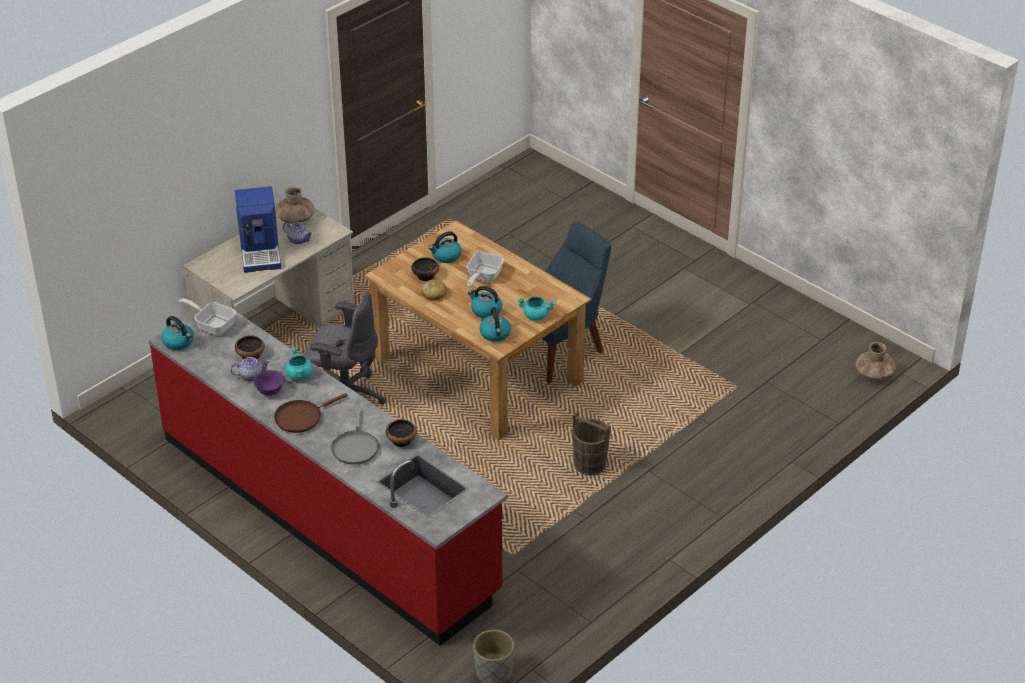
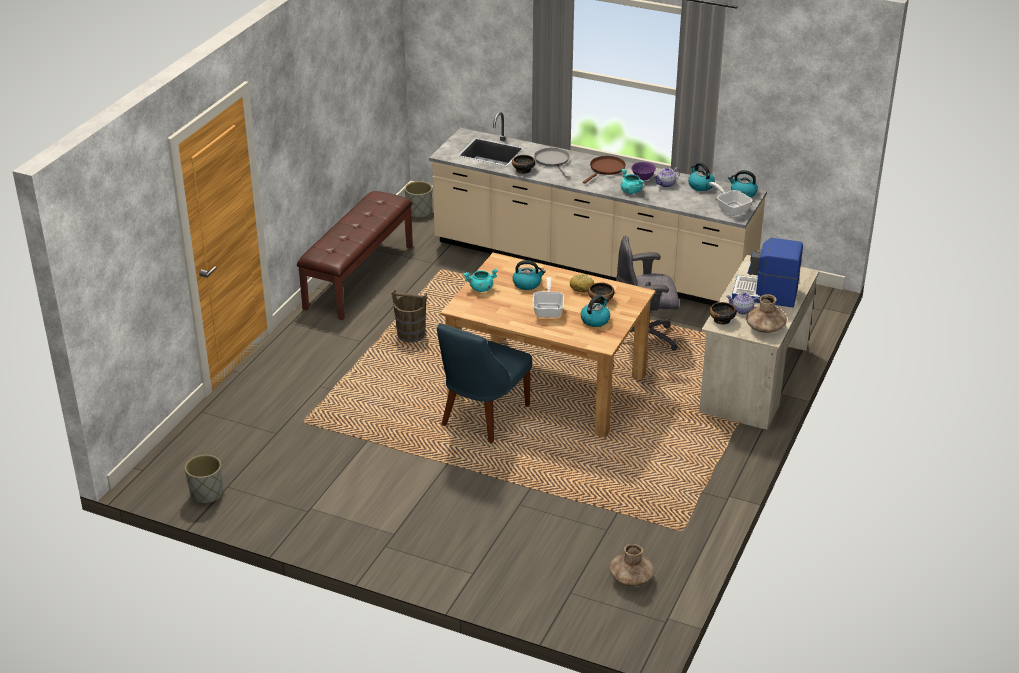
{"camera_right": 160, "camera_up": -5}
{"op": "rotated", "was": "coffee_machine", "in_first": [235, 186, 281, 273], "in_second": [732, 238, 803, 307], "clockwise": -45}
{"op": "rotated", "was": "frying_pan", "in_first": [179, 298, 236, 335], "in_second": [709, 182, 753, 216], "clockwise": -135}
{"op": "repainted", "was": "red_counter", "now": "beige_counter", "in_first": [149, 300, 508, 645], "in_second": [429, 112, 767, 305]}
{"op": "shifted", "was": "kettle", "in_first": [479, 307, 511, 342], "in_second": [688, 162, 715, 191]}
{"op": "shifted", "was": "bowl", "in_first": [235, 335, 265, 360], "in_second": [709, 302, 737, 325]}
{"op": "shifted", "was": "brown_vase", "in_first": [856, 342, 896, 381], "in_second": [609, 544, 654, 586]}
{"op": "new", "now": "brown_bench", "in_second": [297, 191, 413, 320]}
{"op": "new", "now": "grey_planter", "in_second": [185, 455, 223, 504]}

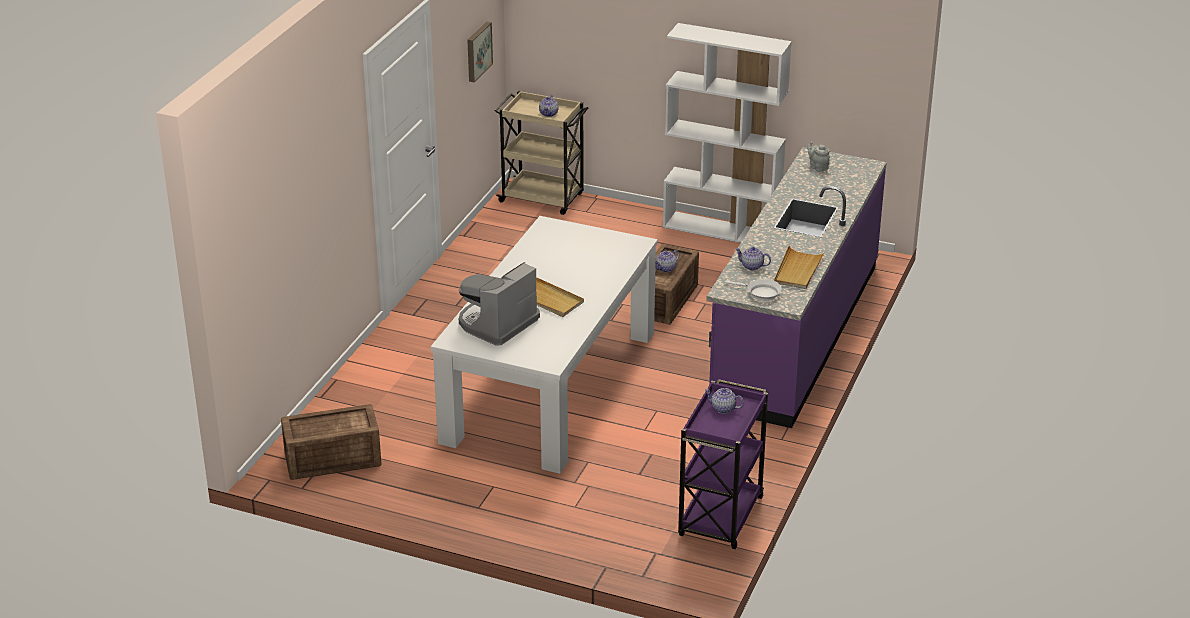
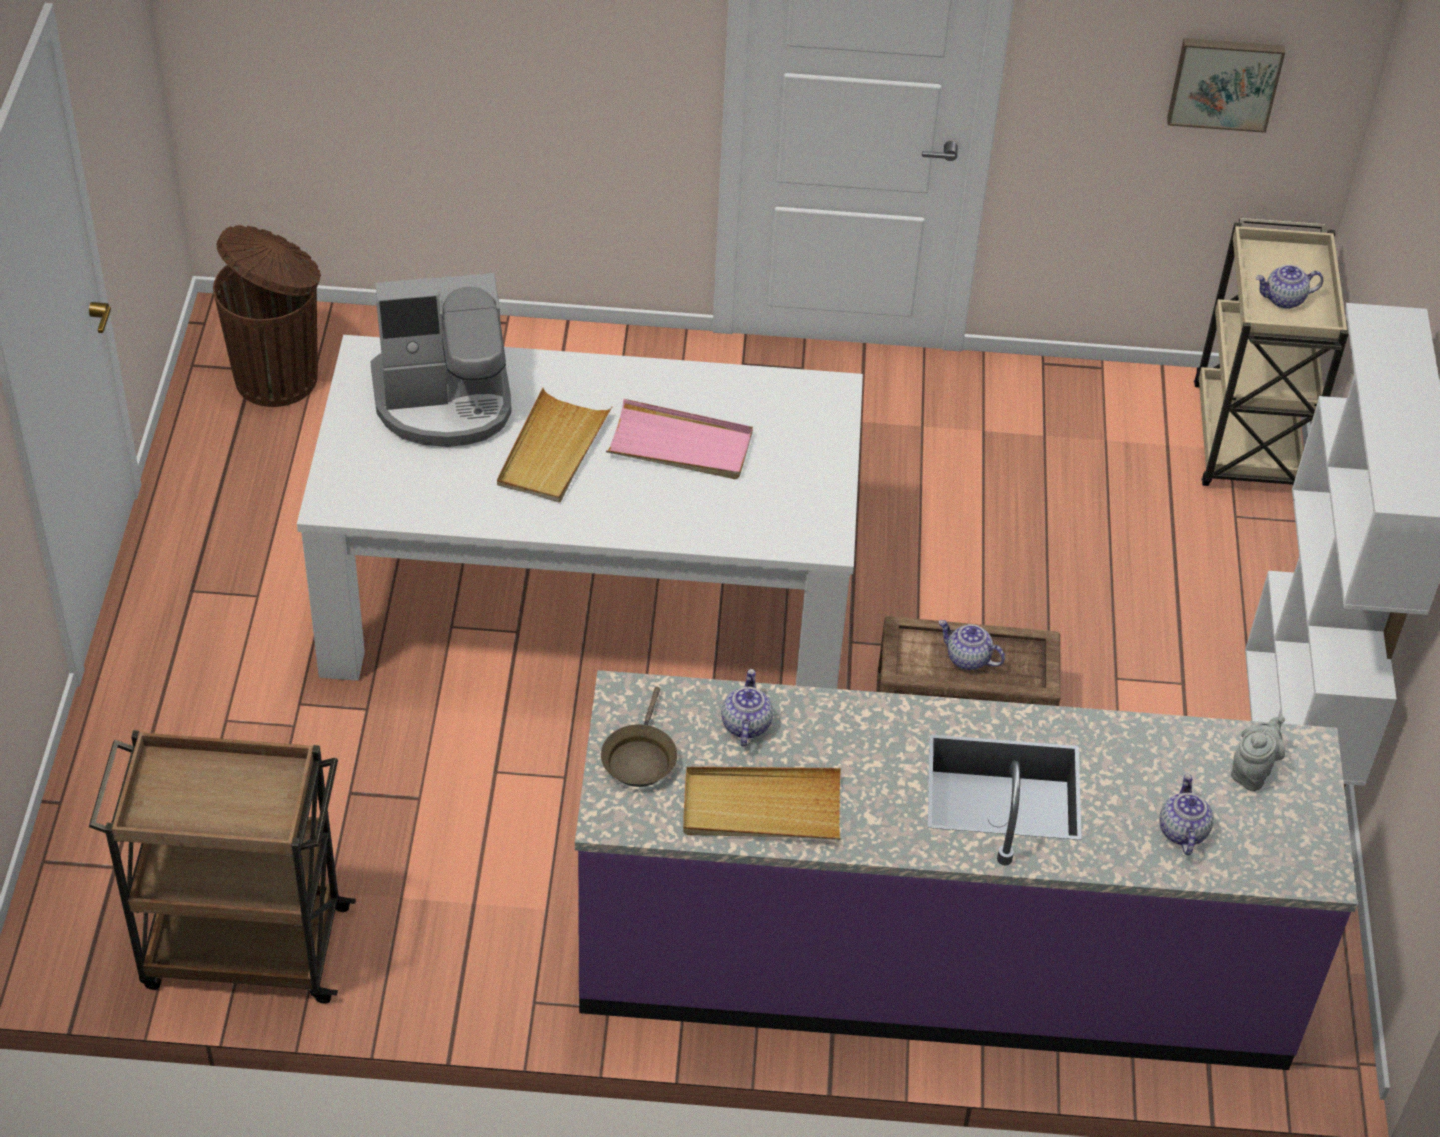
{"camera_right": 70, "camera_up": 15}
{"op": "rotated", "was": "coffee_machine", "in_first": [459, 262, 540, 346], "in_second": [370, 273, 512, 447], "clockwise": 150}
{"op": "repainted", "was": "white_frying_pan", "now": "brown_frying_pan", "in_first": [725, 279, 782, 301], "in_second": [601, 686, 677, 787]}
{"op": "repainted", "was": "purple_cart", "now": "brown_cart", "in_first": [678, 379, 768, 549], "in_second": [89, 730, 356, 1004]}
{"op": "shifted", "was": "teapot", "in_first": [705, 388, 744, 414], "in_second": [1159, 774, 1214, 855]}
{"op": "swapped", "was": "crate", "now": "brown_trash_can", "in_first": [281, 404, 382, 480], "in_second": [213, 225, 321, 407]}
{"op": "new", "now": "pink_tray", "in_second": [606, 399, 753, 479]}

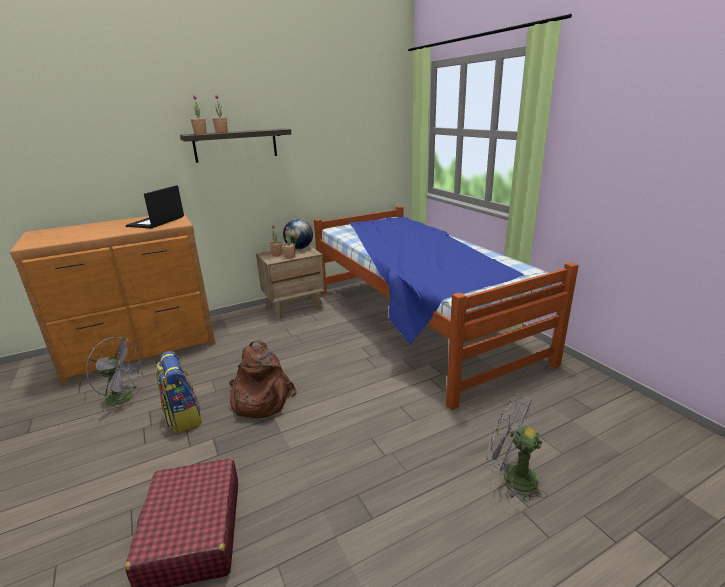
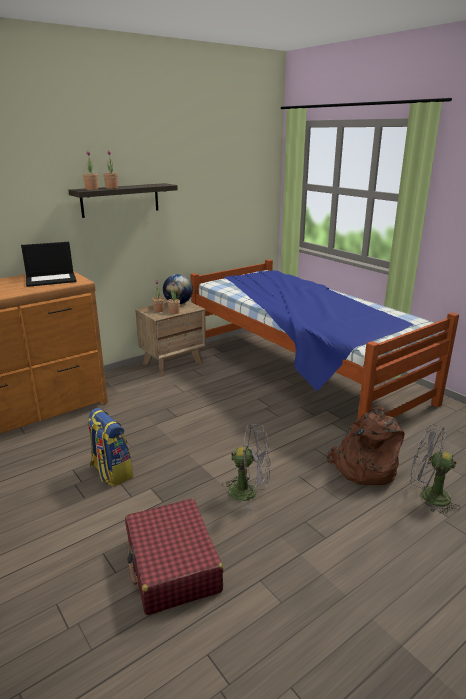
{"camera_right": -10, "camera_up": 0}
{"op": "rotated", "was": "laptop", "in_first": [126, 185, 184, 228], "in_second": [21, 242, 77, 287], "clockwise": -120}
{"op": "shifted", "was": "grey_fan", "in_first": [86, 337, 145, 413], "in_second": [223, 424, 270, 510]}
{"op": "shifted", "was": "brown_backpack", "in_first": [229, 340, 297, 418], "in_second": [327, 407, 405, 485]}

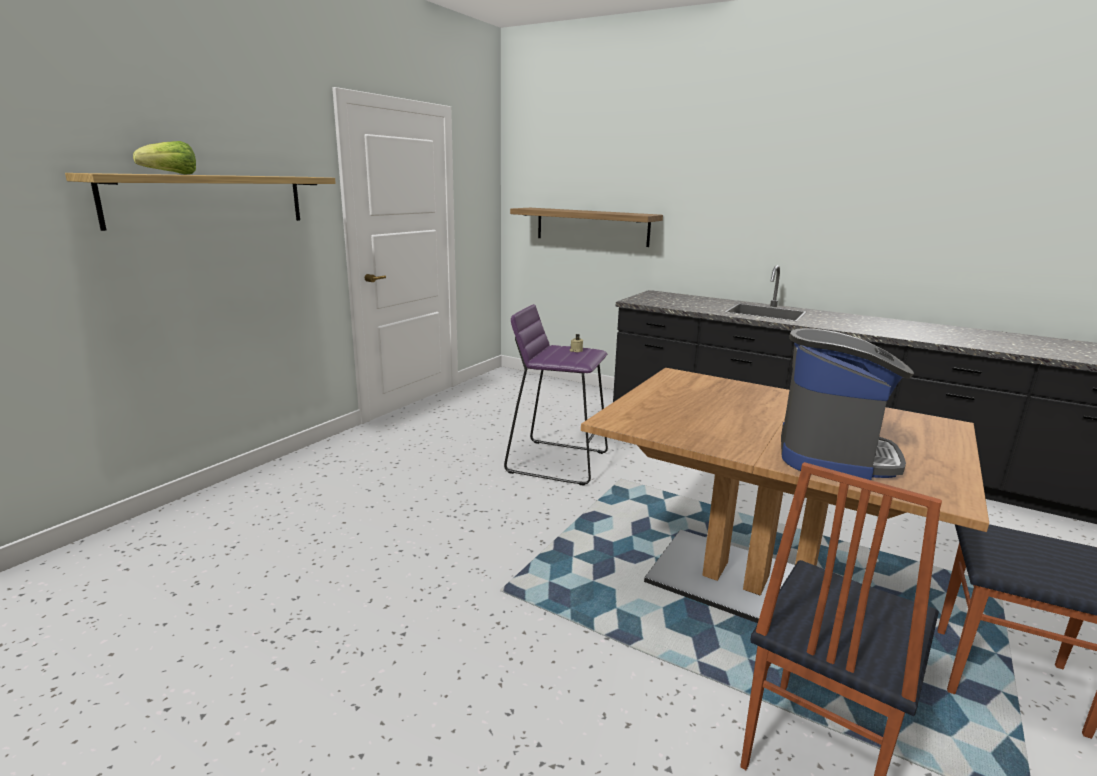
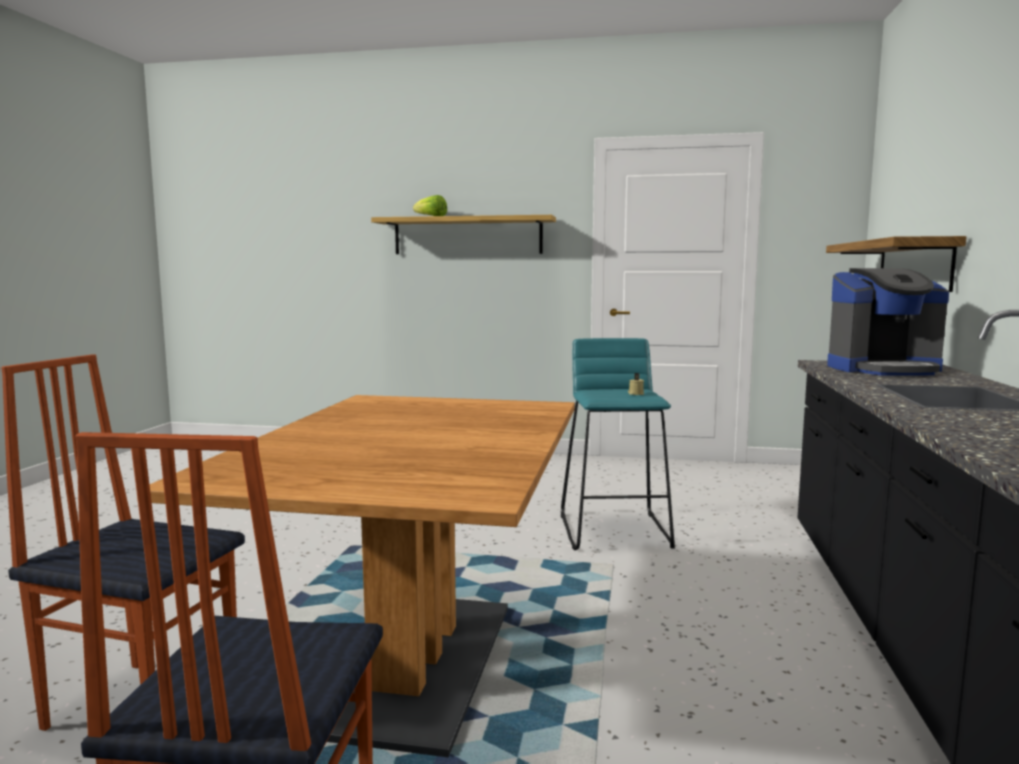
{"camera_right": 70, "camera_up": -10}
{"op": "repainted", "was": "purple_stool", "now": "turquoise_stool", "in_first": [504, 304, 608, 486], "in_second": [561, 338, 675, 550]}
{"op": "shifted", "was": "coffee_machine", "in_first": [781, 328, 914, 480], "in_second": [827, 268, 949, 376]}

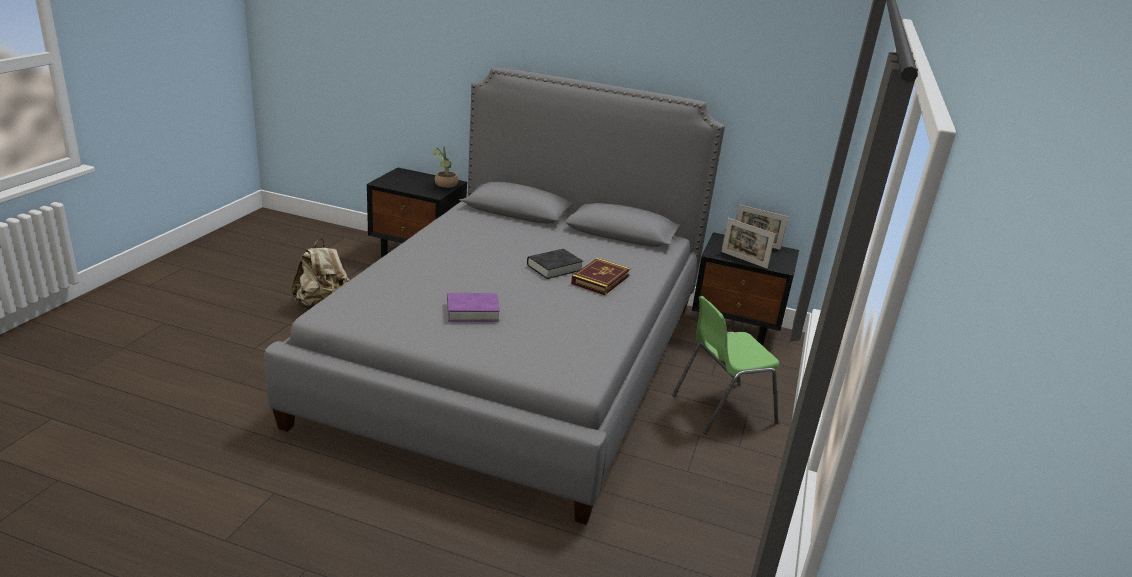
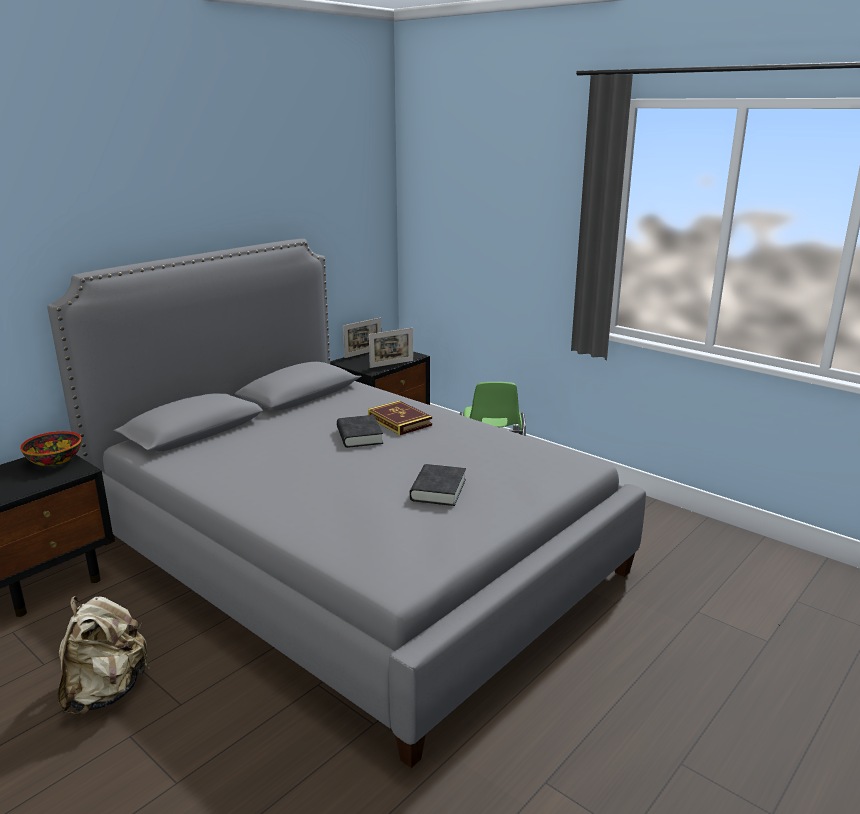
{"camera_right": -65, "camera_up": -5}
{"op": "swapped", "was": "potted_plant", "now": "bowl", "in_first": [432, 146, 459, 188], "in_second": [20, 431, 82, 466]}
{"op": "repainted", "was": "purple_book", "now": "black_book", "in_first": [447, 293, 500, 321], "in_second": [409, 464, 466, 506]}

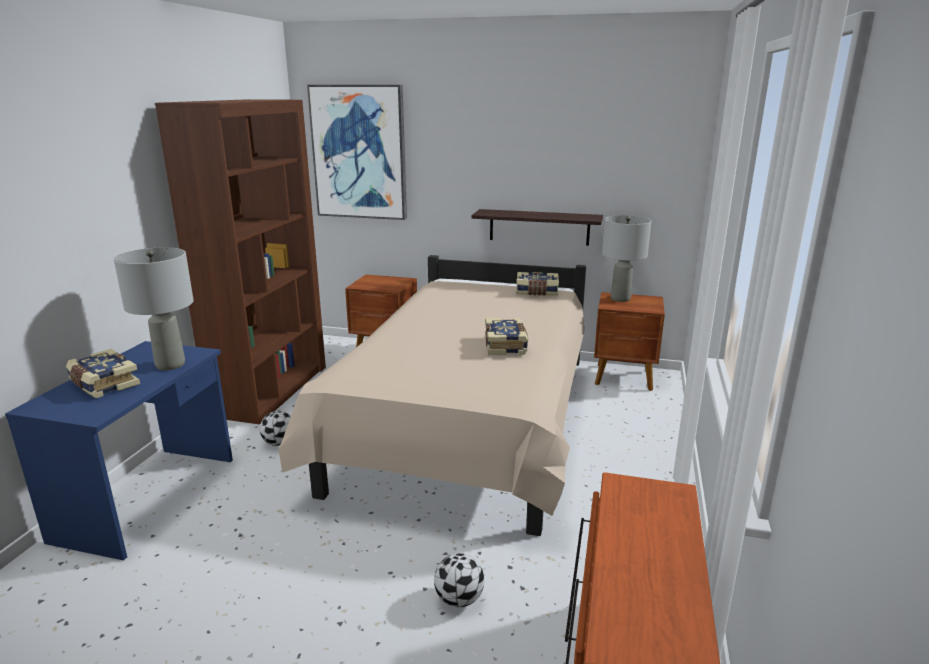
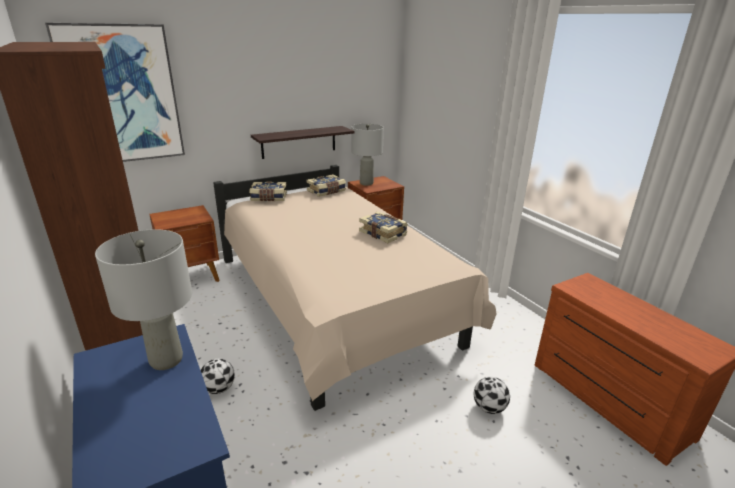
{"camera_right": -45, "camera_up": 5}
{"op": "shifted", "was": "book", "in_first": [66, 349, 140, 398], "in_second": [249, 182, 287, 201]}

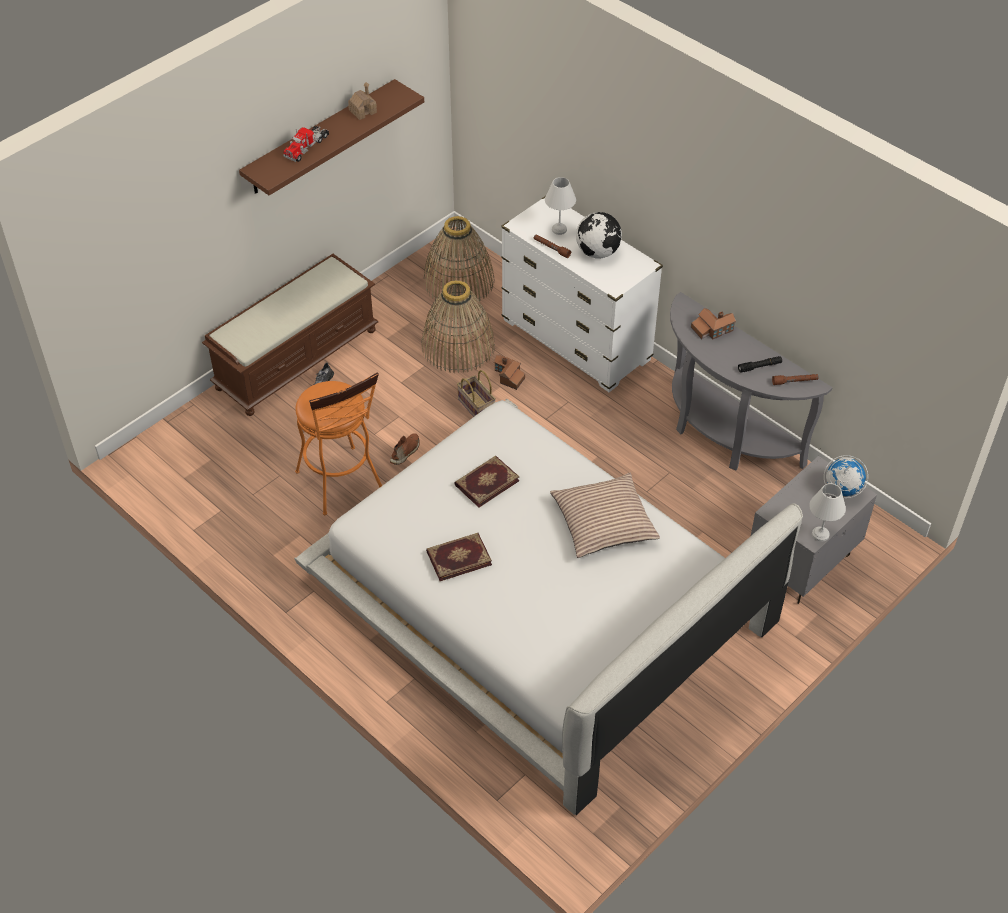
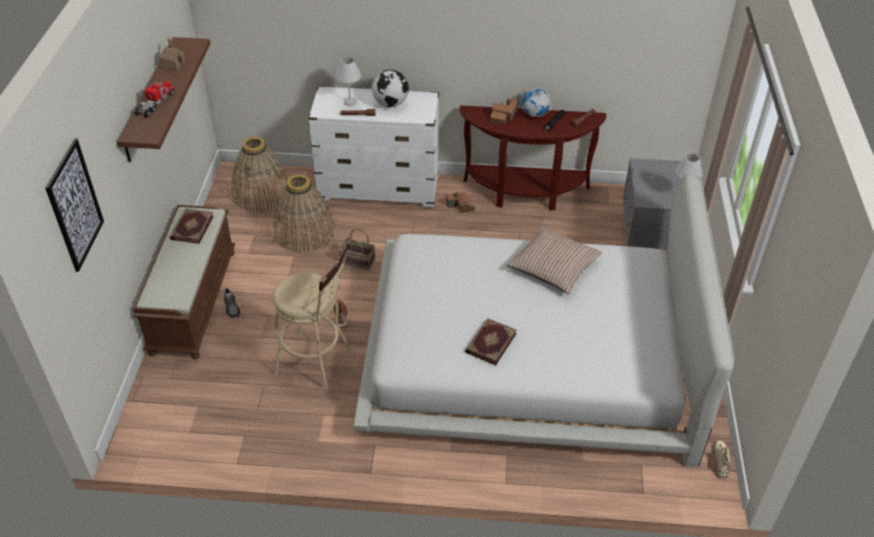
{"camera_right": -40, "camera_up": -5}
{"op": "rotated", "was": "toy_truck", "in_first": [283, 125, 329, 162], "in_second": [134, 81, 175, 118], "clockwise": -150}
{"op": "repainted", "was": "grey_console_table", "now": "brown_console_table", "in_first": [670, 292, 832, 471], "in_second": [459, 106, 606, 211]}
{"op": "shifted", "was": "toy_house", "in_first": [494, 355, 525, 390], "in_second": [446, 192, 475, 213]}
{"op": "repainted", "was": "orange_stool", "now": "beige_stool", "in_first": [295, 372, 382, 515], "in_second": [273, 237, 351, 391]}
{"op": "shifted", "was": "globe", "in_first": [824, 455, 868, 498], "in_second": [521, 87, 552, 117]}
{"op": "shifted", "was": "book", "in_first": [454, 456, 520, 508], "in_second": [170, 209, 214, 244]}
{"op": "new", "now": "picture", "in_second": [45, 138, 104, 272]}
{"op": "new", "now": "beige_shoe", "in_second": [714, 440, 730, 478]}

